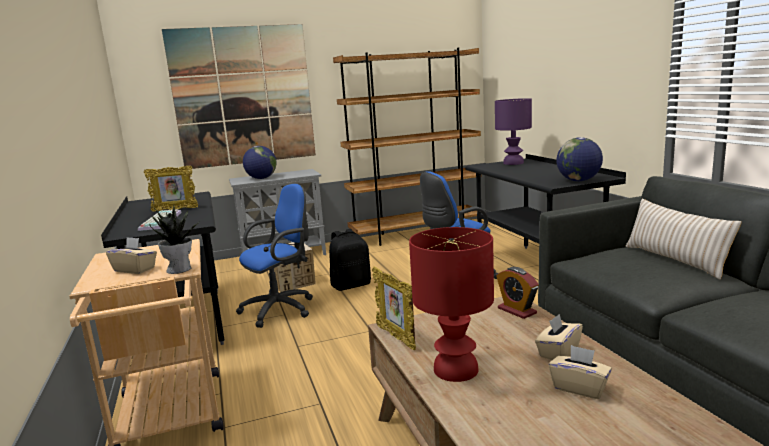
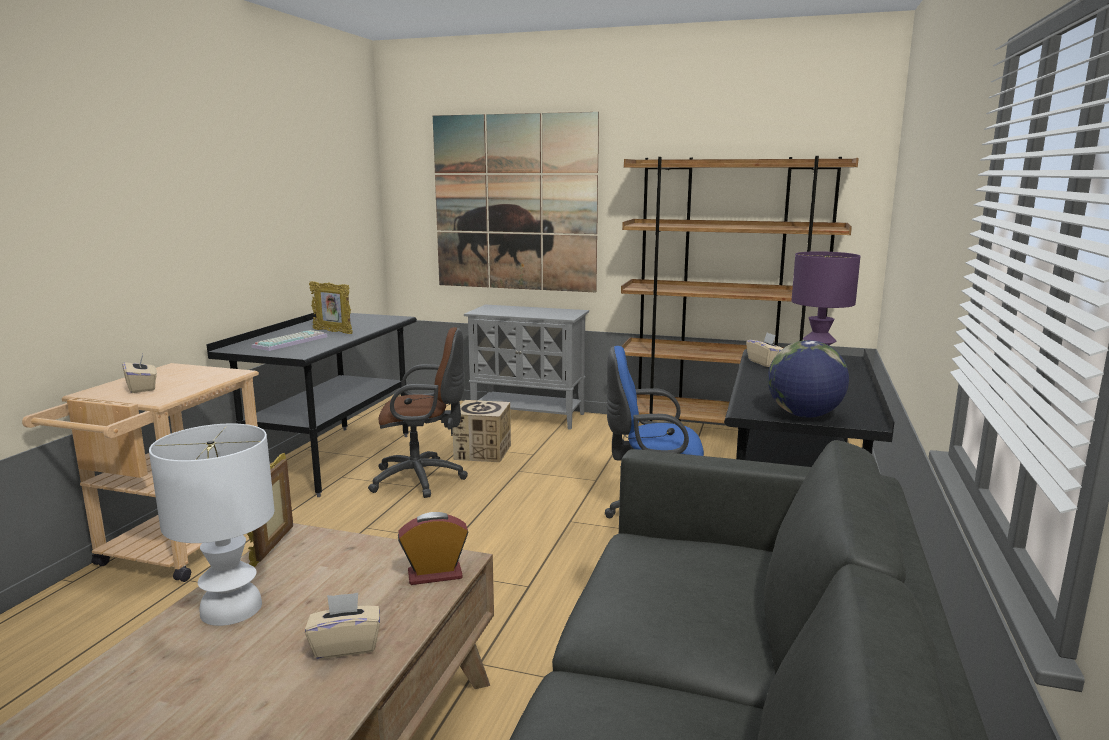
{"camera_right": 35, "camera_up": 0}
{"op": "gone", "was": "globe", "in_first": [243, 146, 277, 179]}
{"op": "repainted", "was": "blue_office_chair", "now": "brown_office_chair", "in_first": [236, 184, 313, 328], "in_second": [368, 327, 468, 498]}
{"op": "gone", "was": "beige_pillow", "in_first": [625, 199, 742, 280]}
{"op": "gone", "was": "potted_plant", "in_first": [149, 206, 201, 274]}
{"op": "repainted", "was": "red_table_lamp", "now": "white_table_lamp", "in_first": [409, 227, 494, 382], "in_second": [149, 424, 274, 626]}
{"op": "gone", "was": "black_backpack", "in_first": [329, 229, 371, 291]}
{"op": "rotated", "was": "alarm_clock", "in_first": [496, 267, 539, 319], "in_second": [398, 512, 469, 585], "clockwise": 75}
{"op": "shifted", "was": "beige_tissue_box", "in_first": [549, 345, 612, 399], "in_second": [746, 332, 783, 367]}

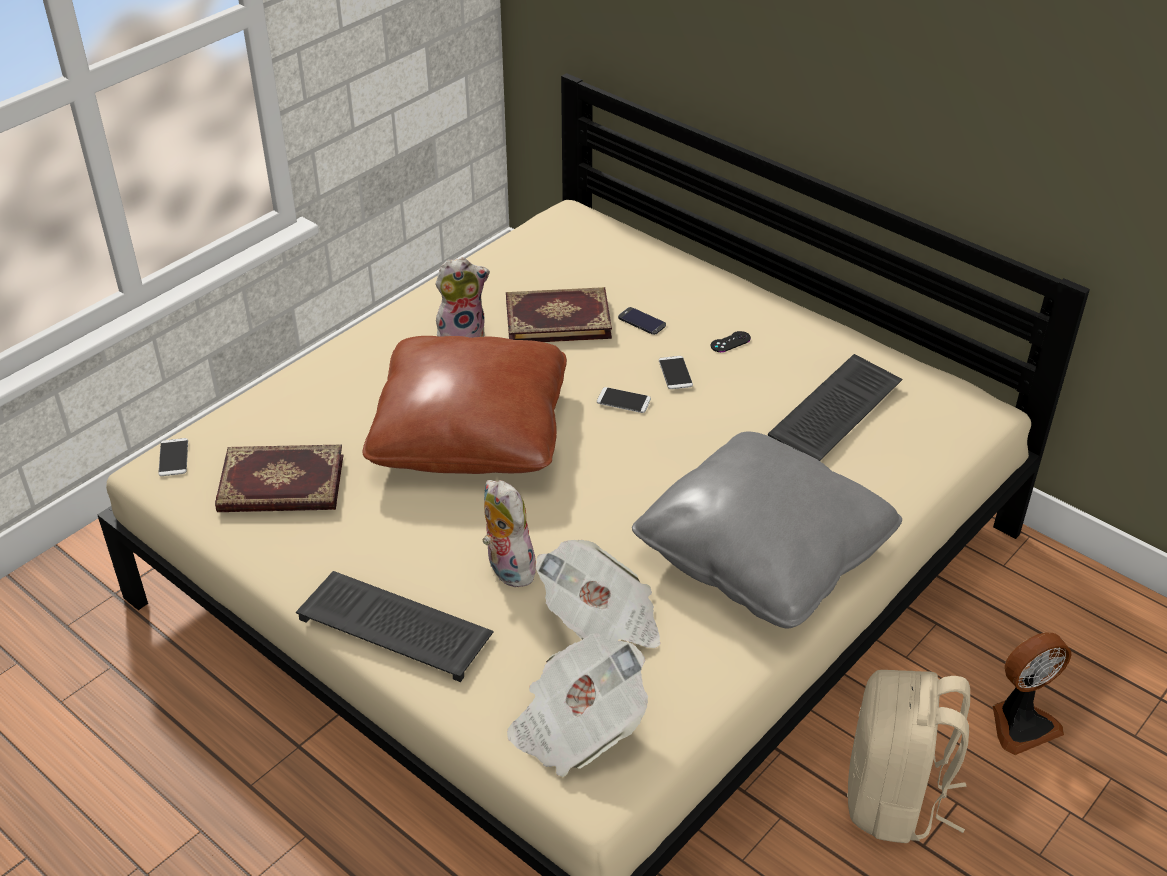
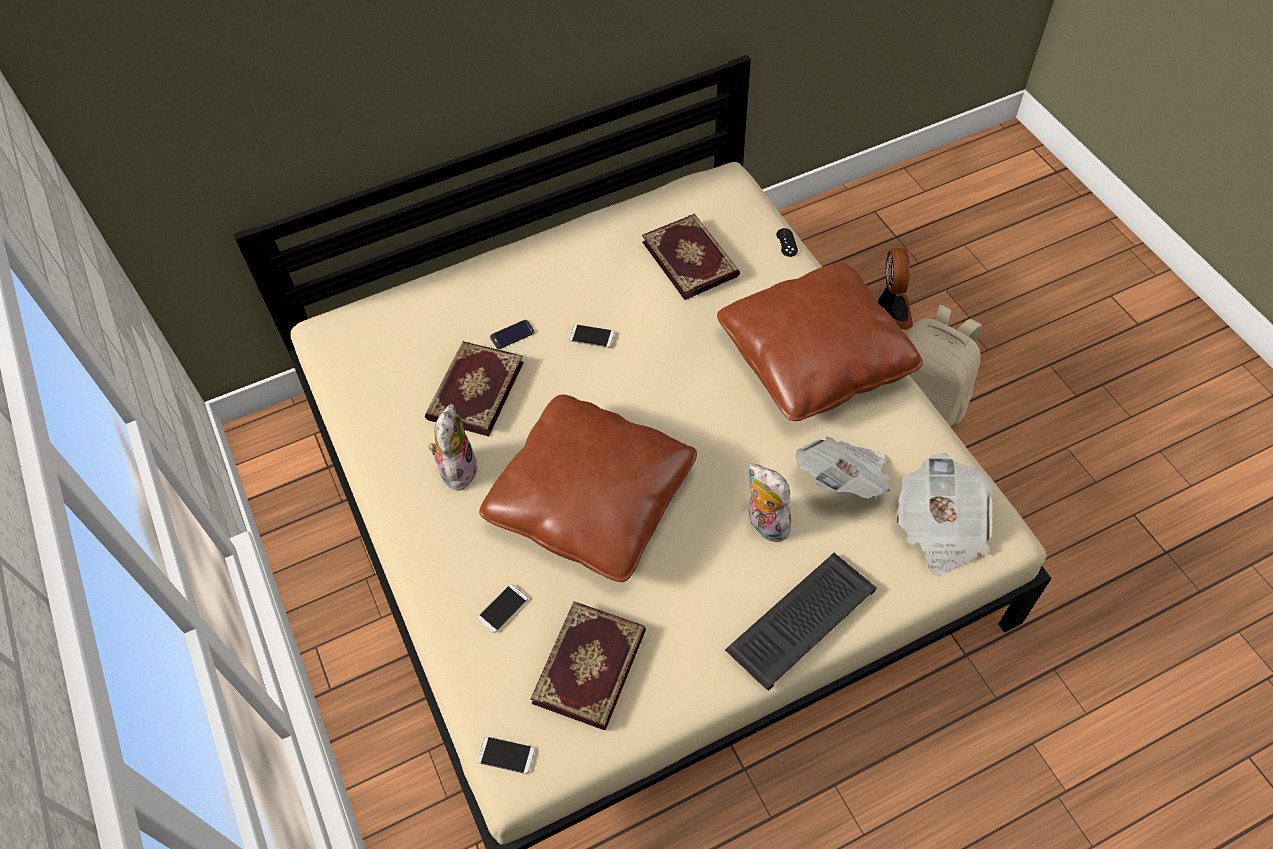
{"camera_right": -65, "camera_up": 15}
{"op": "shifted", "was": "black_game_controller", "in_first": [711, 331, 751, 352], "in_second": [776, 228, 798, 257]}
{"op": "swapped", "was": "keyboard", "now": "book", "in_first": [768, 354, 902, 461], "in_second": [642, 214, 740, 300]}
{"op": "shifted", "was": "phone", "in_first": [597, 387, 651, 413], "in_second": [478, 584, 528, 633]}
{"op": "repainted", "was": "grey_pillow", "now": "brown_pillow", "in_first": [632, 431, 902, 629], "in_second": [717, 262, 923, 421]}
{"op": "rotated", "was": "plush_toy", "in_first": [483, 480, 540, 587], "in_second": [748, 463, 791, 542], "clockwise": 60}

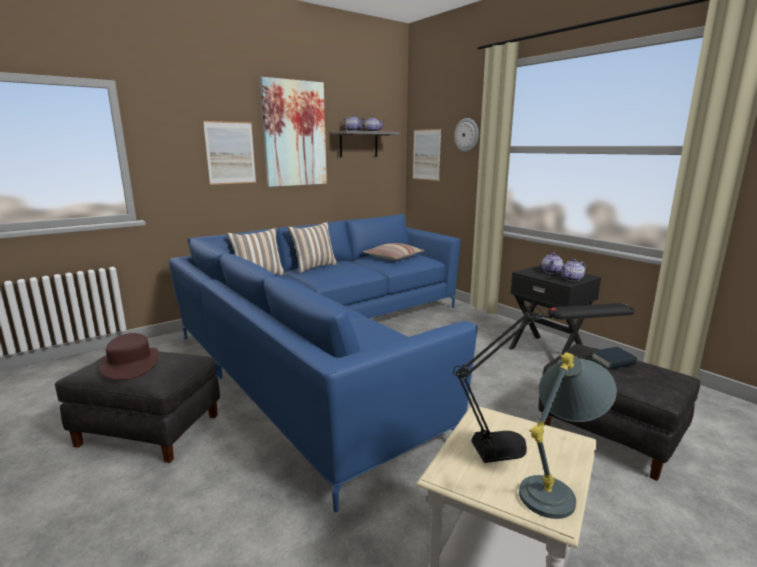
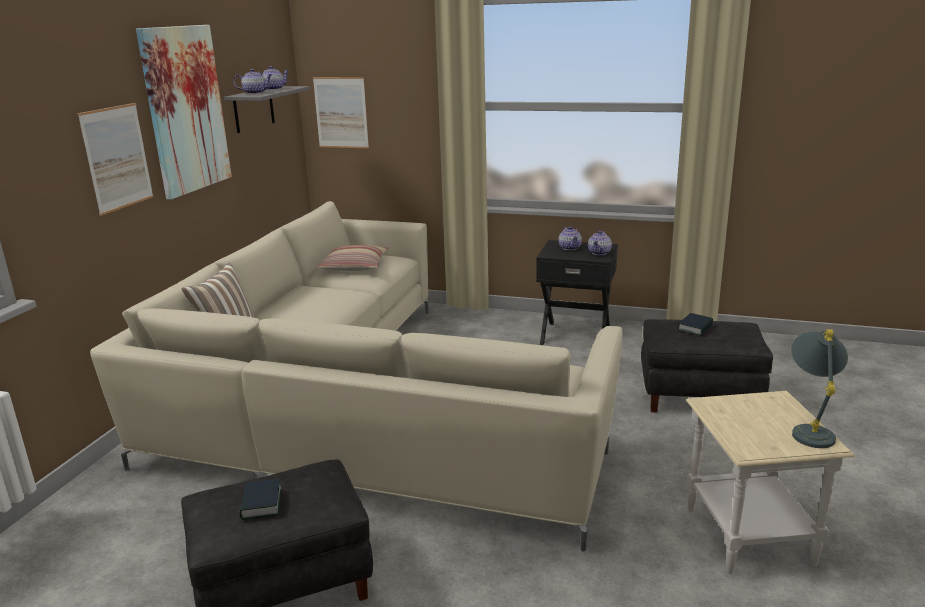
{"camera_right": -35, "camera_up": 5}
{"op": "gone", "was": "wall_clock", "in_first": [454, 118, 479, 152]}
{"op": "repainted", "was": "blue_sofa", "now": "beige_sofa", "in_first": [169, 214, 477, 512], "in_second": [90, 201, 623, 552]}
{"op": "gone", "was": "pillow", "in_first": [288, 222, 338, 273]}
{"op": "gone", "was": "black_table_lamp", "in_first": [453, 303, 635, 463]}
{"op": "swapped", "was": "brown_hat", "now": "book", "in_first": [100, 333, 158, 380], "in_second": [240, 479, 282, 520]}

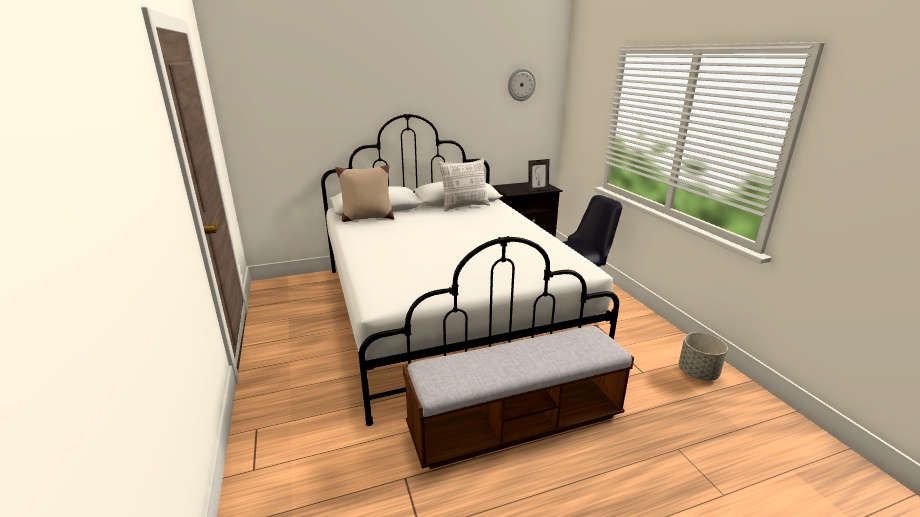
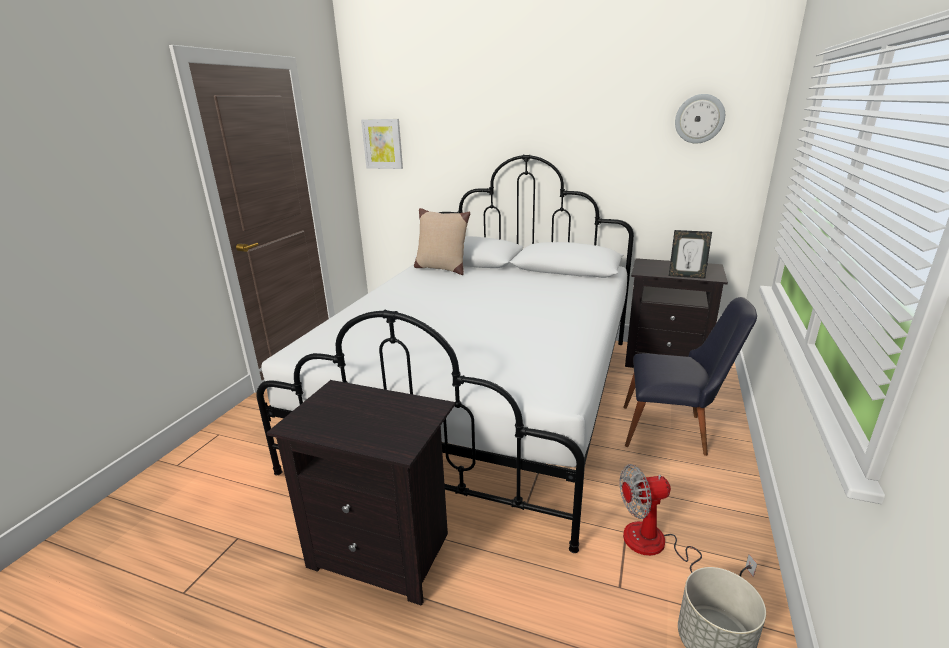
{"camera_right": 40, "camera_up": 0}
{"op": "gone", "was": "pillow", "in_first": [438, 158, 490, 211]}
{"op": "swapped", "was": "bench", "now": "black_nightstand", "in_first": [403, 325, 634, 469], "in_second": [267, 380, 455, 606]}
{"op": "new", "now": "picture", "in_second": [361, 119, 403, 169]}
{"op": "new", "now": "fan", "in_second": [619, 464, 757, 577]}

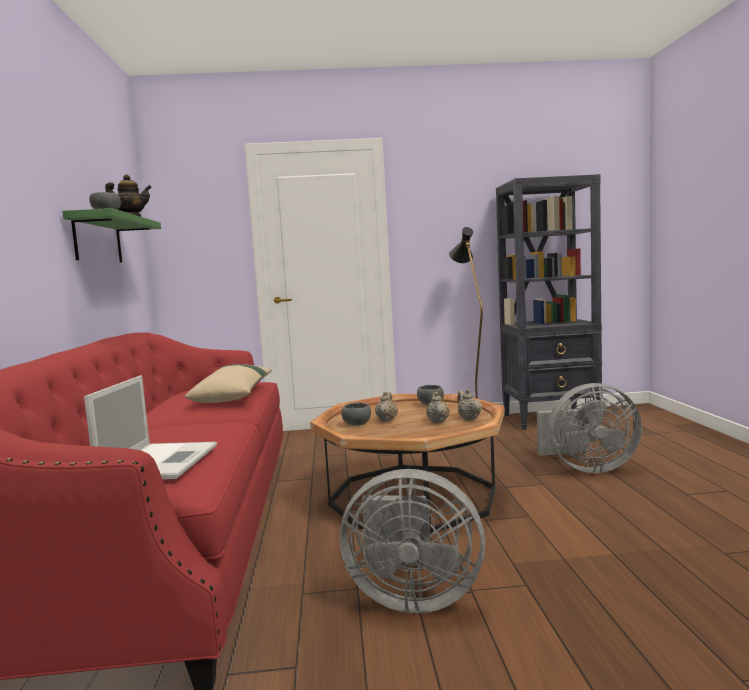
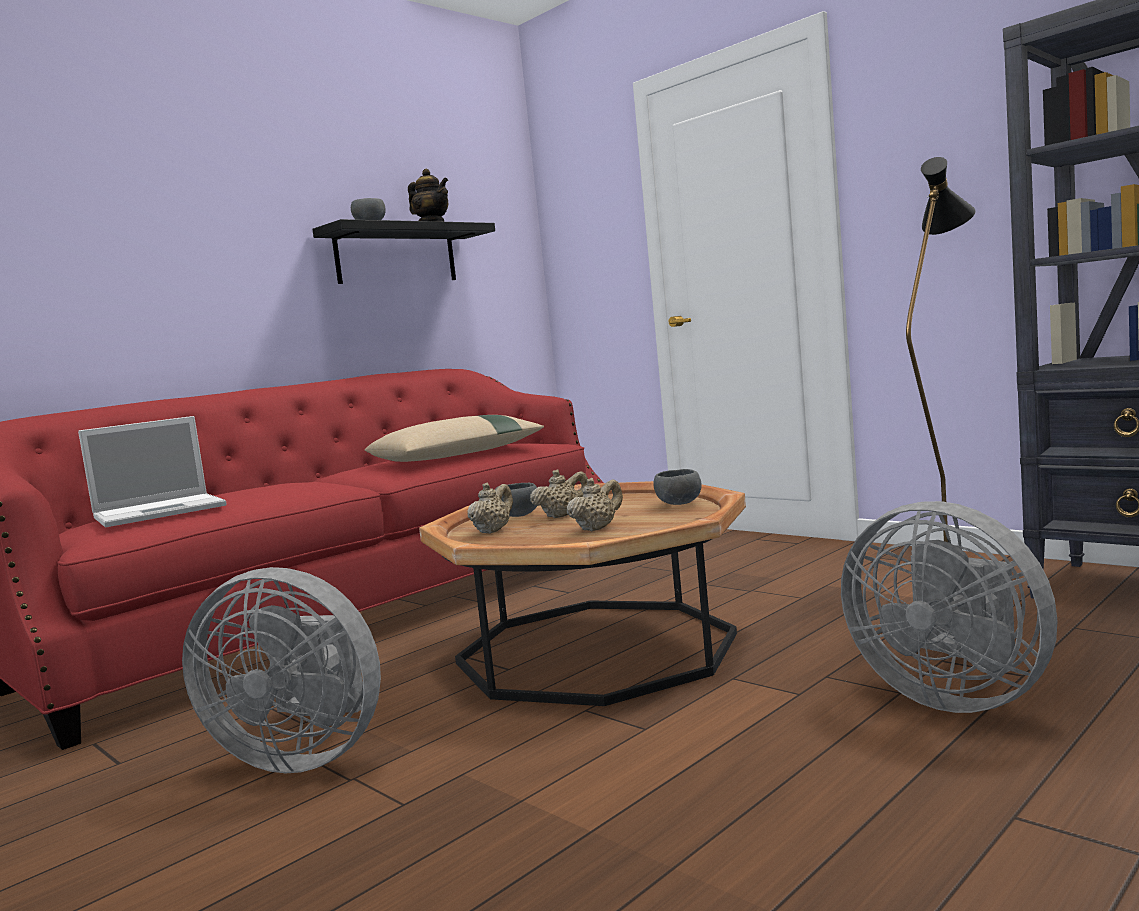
{"camera_right": 50, "camera_up": 0}
{"op": "repainted", "was": "green_shelf", "now": "black_shelf", "in_first": [63, 208, 161, 262], "in_second": [312, 219, 495, 284]}
{"op": "shifted", "was": "beige_teapot", "in_first": [457, 389, 482, 420], "in_second": [468, 483, 513, 534]}
{"op": "rotated", "was": "grey_fan", "in_first": [340, 469, 485, 613], "in_second": [182, 567, 381, 773], "clockwise": -45}

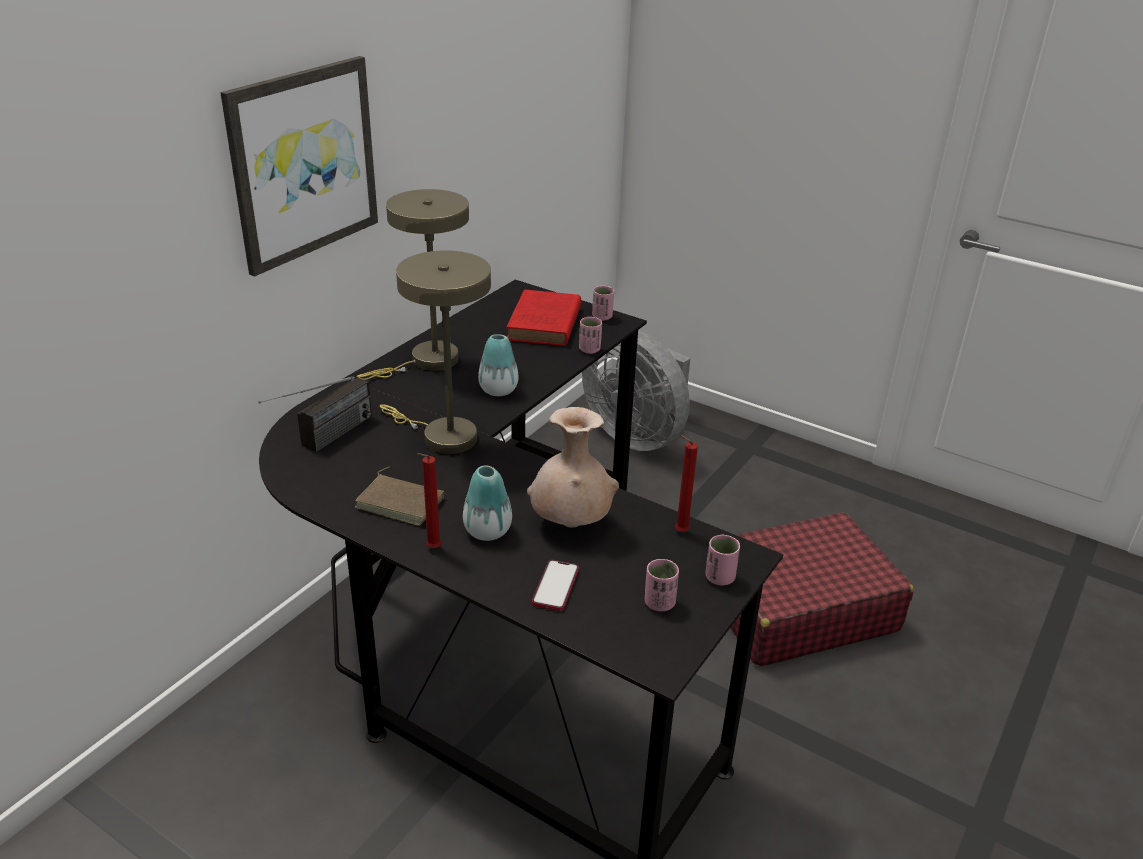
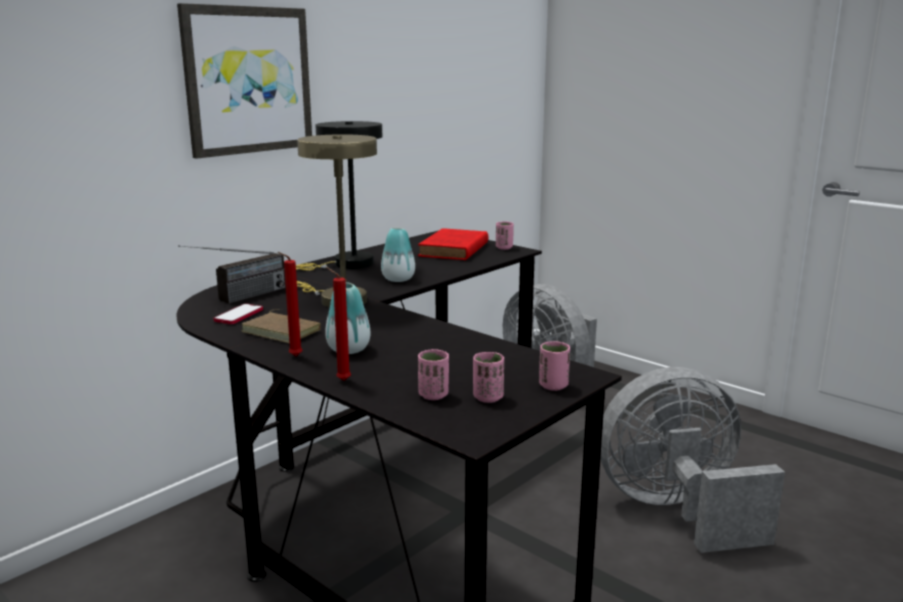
{"camera_right": 10, "camera_up": -15}
{"op": "repainted", "was": "beige_table_lamp", "now": "black_table_lamp", "in_first": [357, 189, 469, 380], "in_second": [296, 121, 382, 270]}
{"op": "shifted", "was": "pink_cup", "in_first": [579, 317, 602, 354], "in_second": [418, 349, 449, 400]}
{"op": "gone", "was": "beige_vase", "in_first": [527, 407, 619, 528]}
{"op": "shifted", "was": "red_candle", "in_first": [675, 435, 698, 532], "in_second": [326, 267, 351, 381]}
{"op": "swapped", "was": "red_suitcase", "now": "grey_fan", "in_first": [730, 512, 914, 667], "in_second": [600, 367, 785, 553]}
{"op": "shifted", "was": "phone", "in_first": [532, 560, 579, 611], "in_second": [214, 304, 263, 324]}

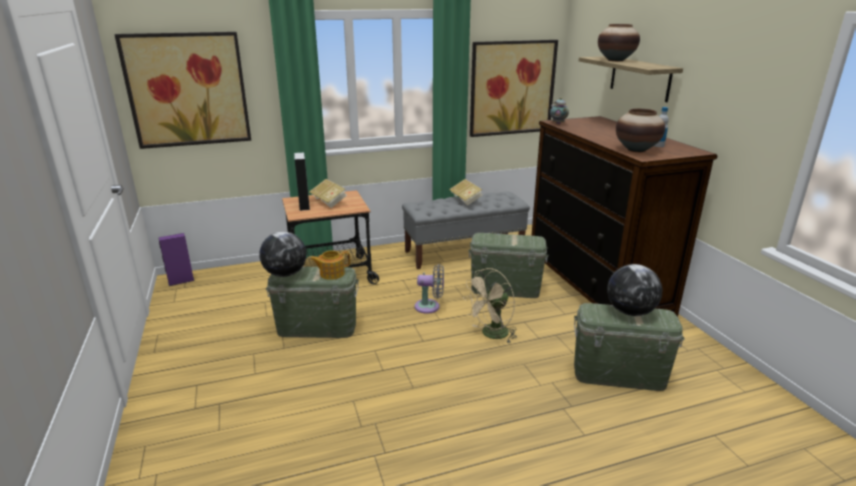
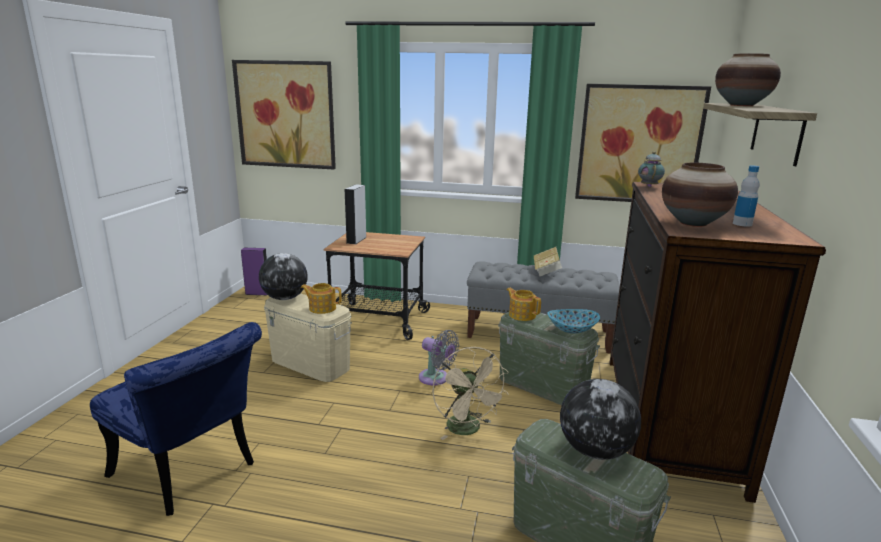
{"camera_right": 30, "camera_up": -5}
{"op": "gone", "was": "book", "in_first": [309, 179, 347, 208]}
{"op": "repainted", "was": "green_storage_box", "now": "beige_storage_box", "in_first": [266, 267, 359, 338], "in_second": [264, 293, 352, 382]}
{"op": "rotated", "was": "beige_fan", "in_first": [463, 268, 517, 343], "in_second": [432, 347, 509, 440], "clockwise": -105}
{"op": "new", "now": "teapot", "in_second": [506, 288, 541, 321]}
{"op": "new", "now": "bowl", "in_second": [547, 309, 600, 334]}
{"op": "new", "now": "blue_chair", "in_second": [90, 322, 262, 516]}

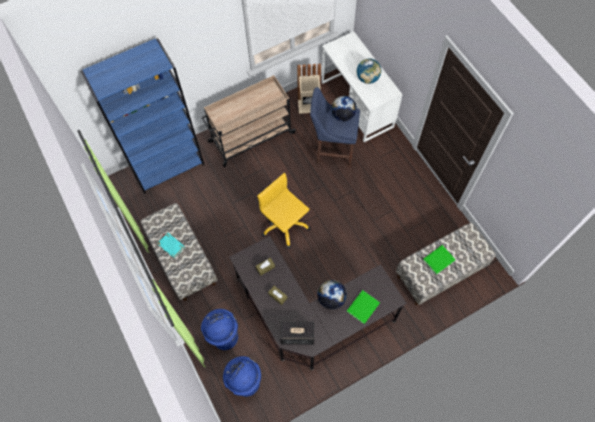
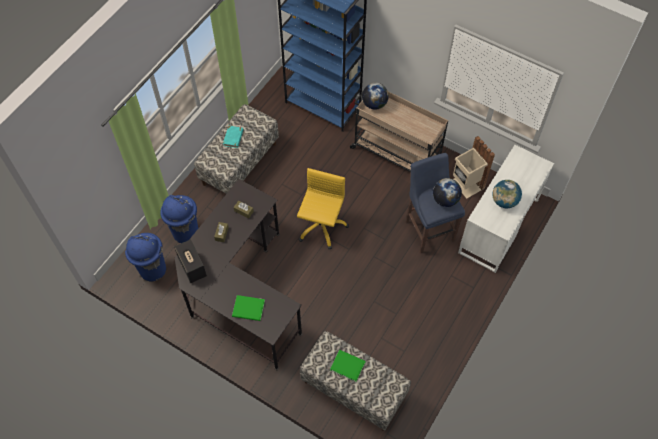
{"camera_right": 60, "camera_up": -5}
{"op": "shifted", "was": "globe", "in_first": [317, 280, 347, 309], "in_second": [362, 83, 389, 110]}

